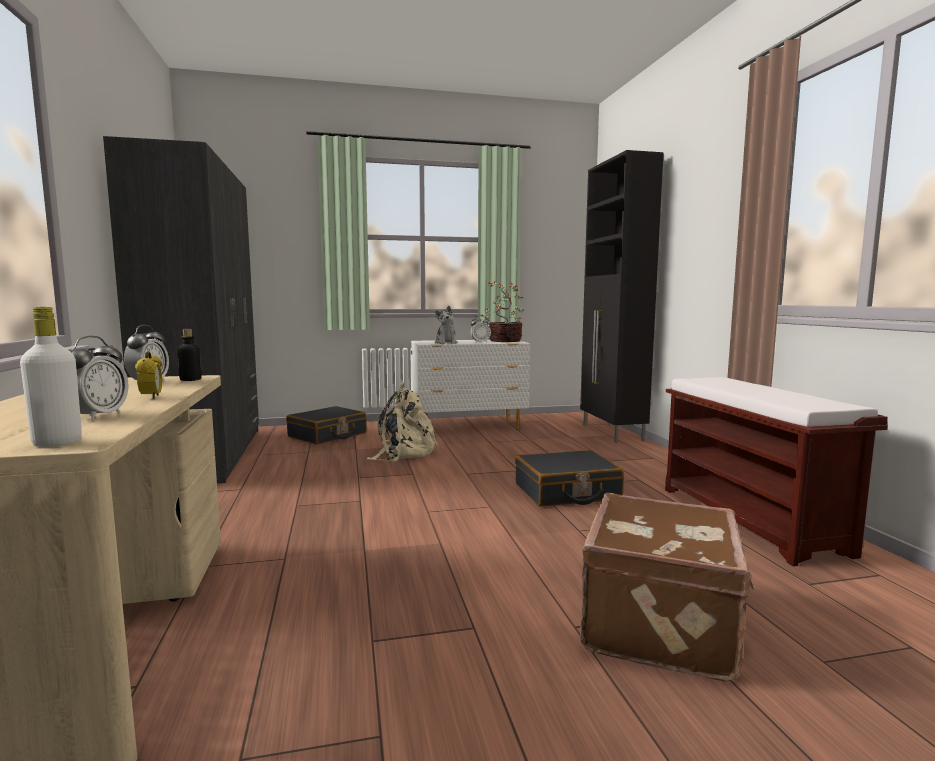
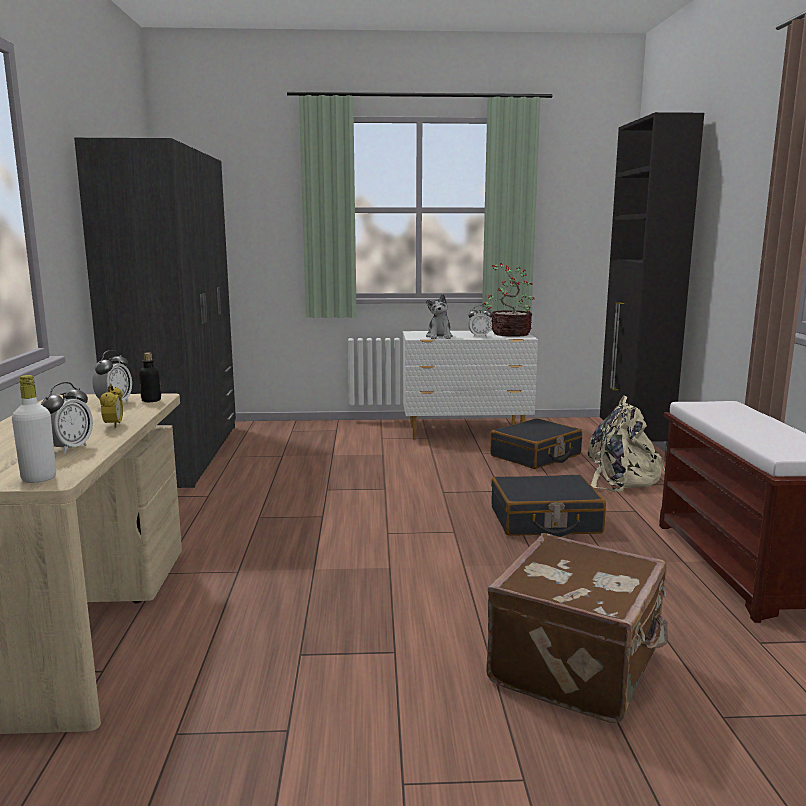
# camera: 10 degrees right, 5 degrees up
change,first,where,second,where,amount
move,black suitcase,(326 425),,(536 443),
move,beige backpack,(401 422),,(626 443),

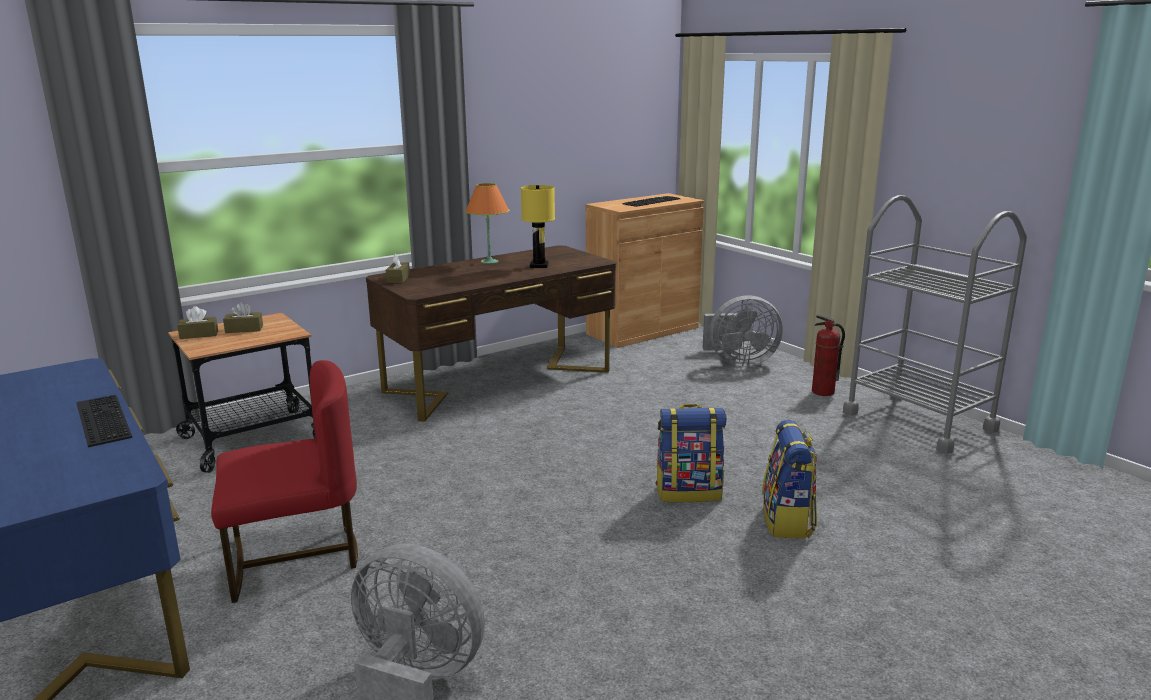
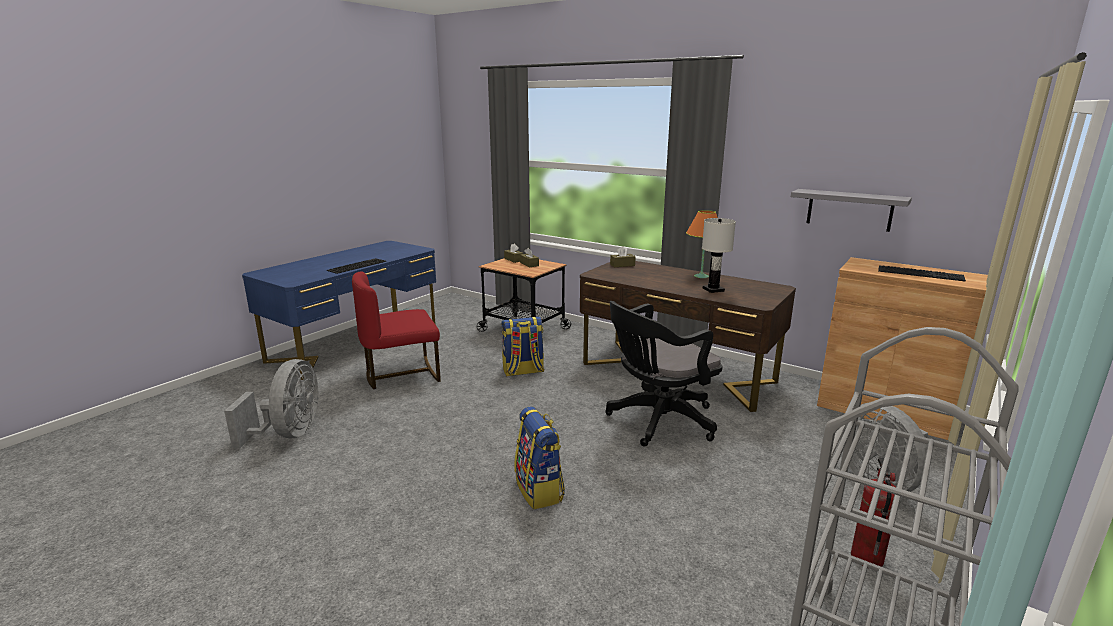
# camera: 70 degrees right, 0 degrees up
change,first,where,second,where,amount
rotate,red chair,(284 481),,(396 330),105 degrees clockwise
move,backpack,(789 479),,(522 347),
insert,,,black office chair,(664 374),
recolor,yellow table lamp,(538 226),white table lamp,(719 255),
insert,,,grey shelf,(851 210),

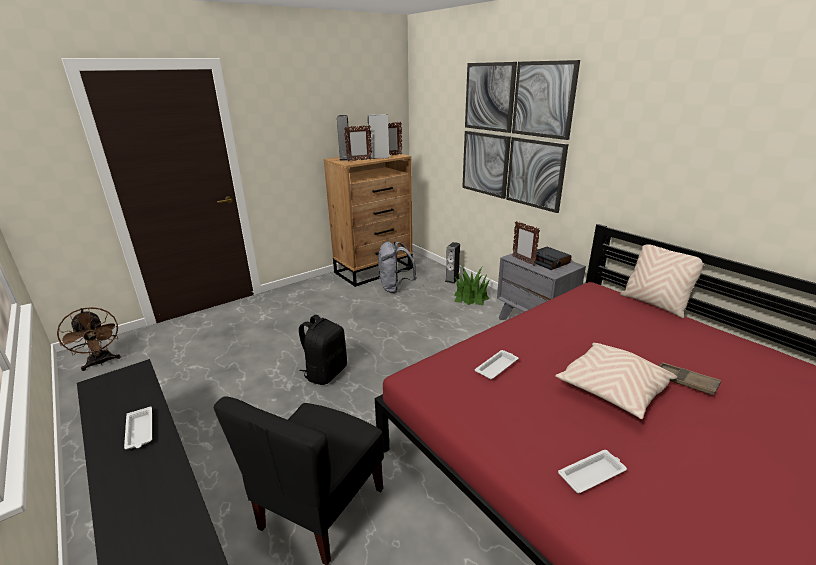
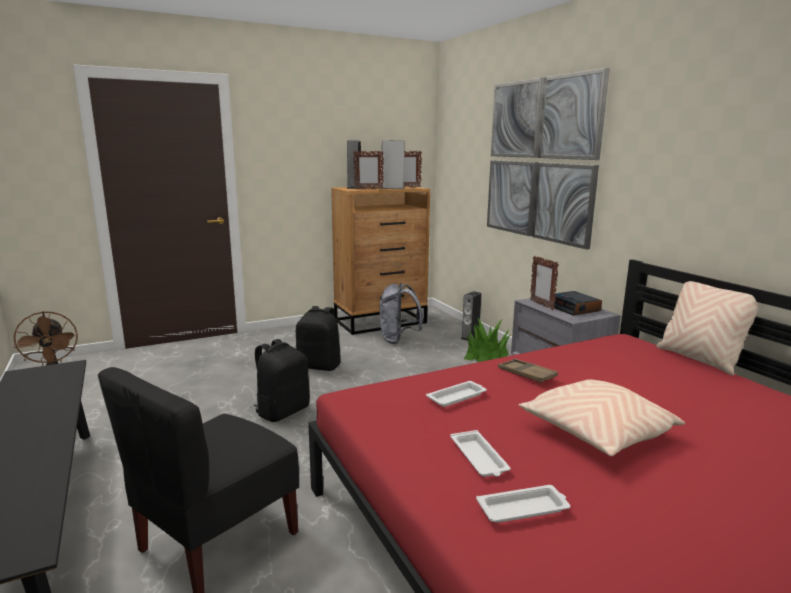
# camera: 10 degrees right, 10 degrees down
change,first,where,second,where,amount
insert,,,black backpack,(318 338),
move,white tray,(138 427),,(480 453),
move,brown tray,(690 378),,(528 371),

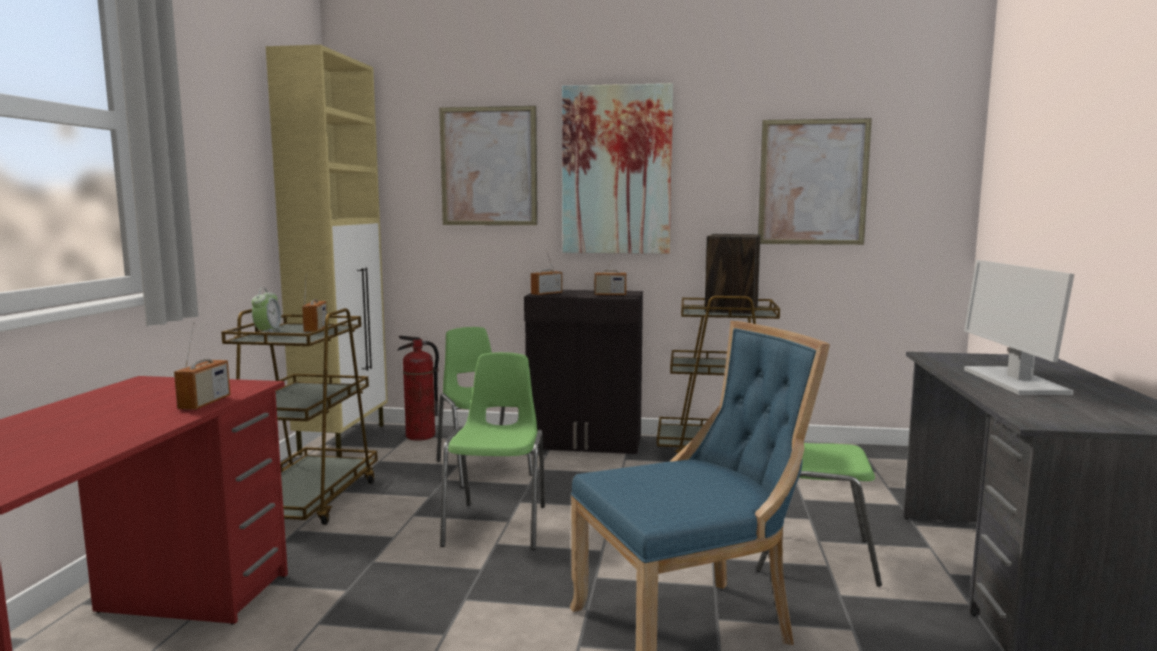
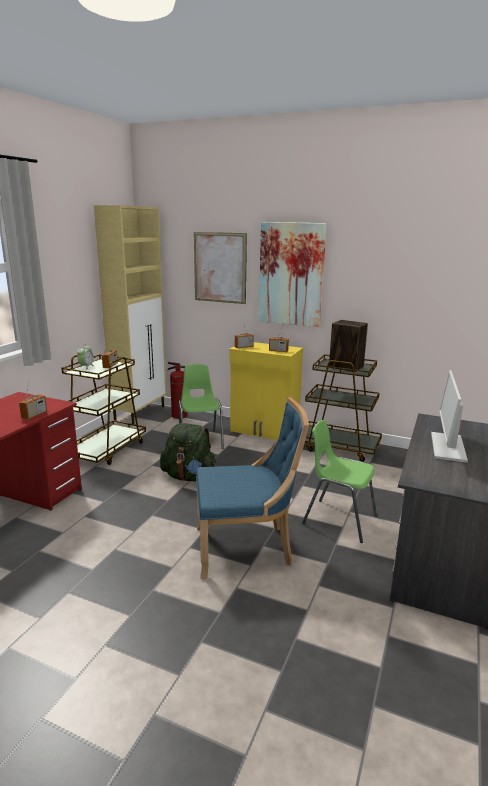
# camera: 15 degrees right, 10 degrees up
change,first,where,second,where,amount
replace,green chair,(492 451),green backpack,(188 452),
recolor,black cabinet,(583 372),yellow cabinet,(266 391),
delete,picture,(815 181),,,

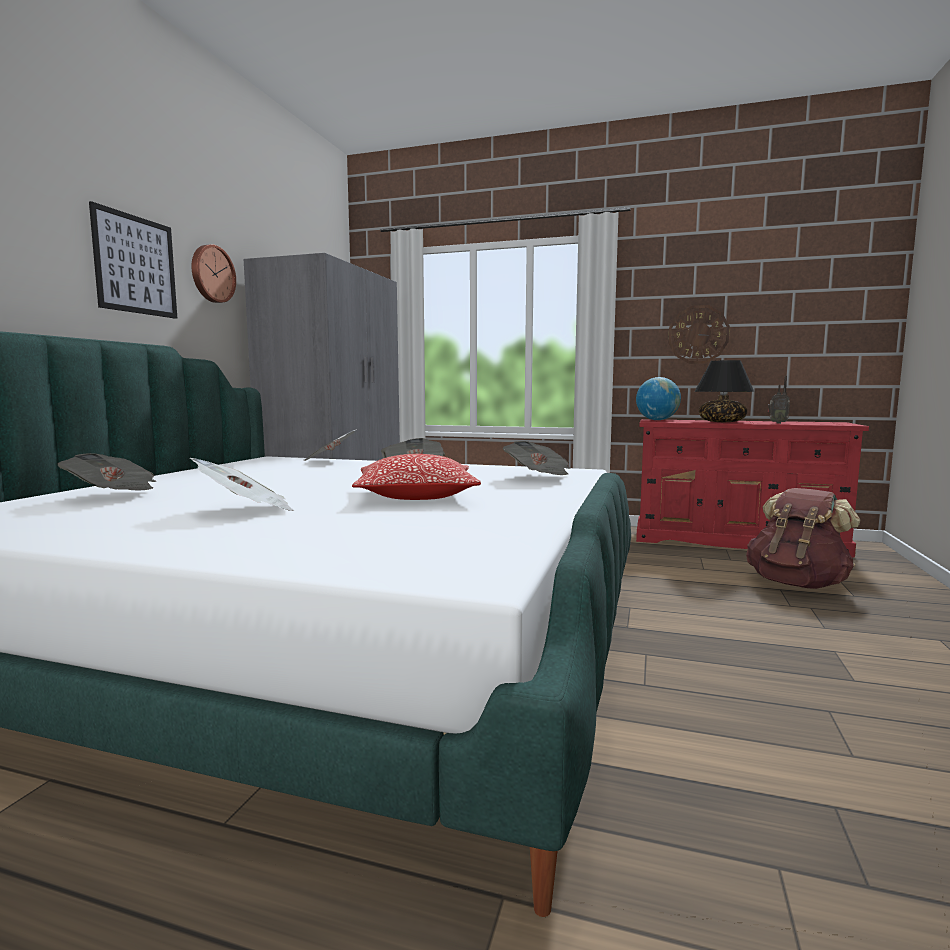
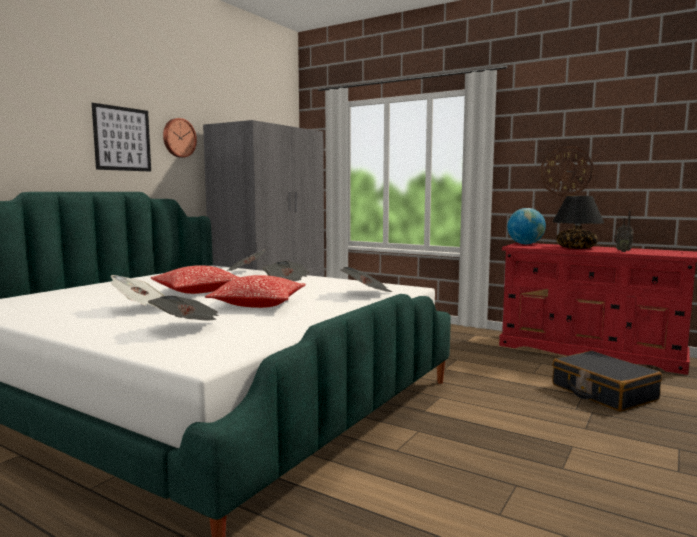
# camera: 15 degrees right, 0 degrees up
change,first,where,second,where,amount
move,newspaper,(107 471),,(183 308),
insert,,,pillow,(195 279),
replace,brown backpack,(803 538),black suitcase,(607 381),

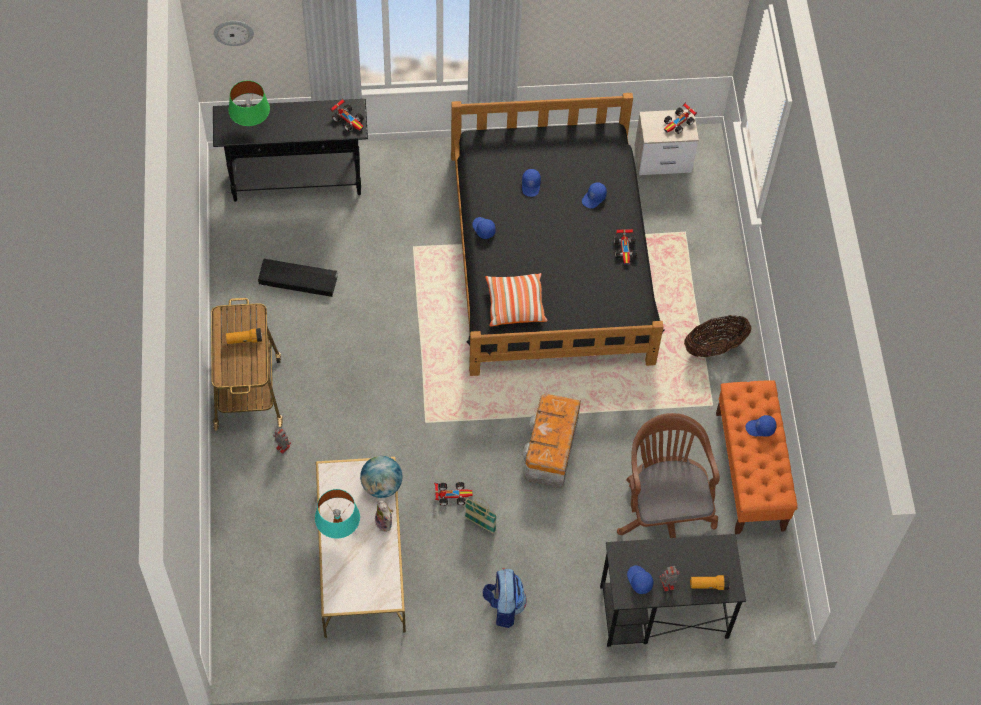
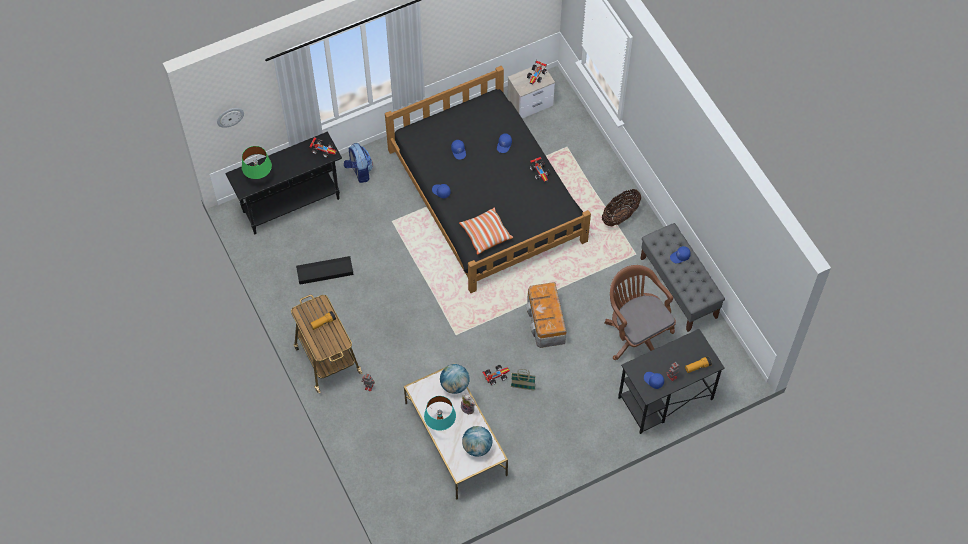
# camera: 20 degrees left, 0 degrees up
change,first,where,second,where,amount
move,backpack,(505 598),,(358 163),
insert,,,globe,(477 441),
recolor,orange bench,(757 457),grey bench,(682 277),

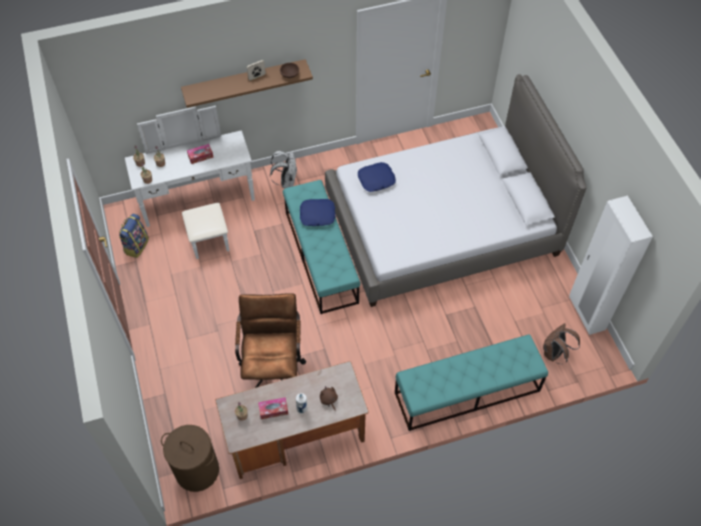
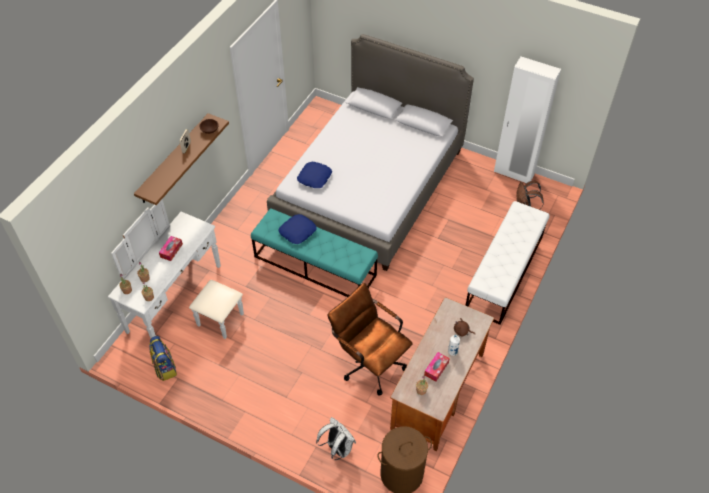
# camera: 45 degrees left, 5 degrees down
change,first,where,second,where,amount
move,white backpack,(283 169),,(336 438),
recolor,turquoise bench,(471 383),white bench,(508 263),

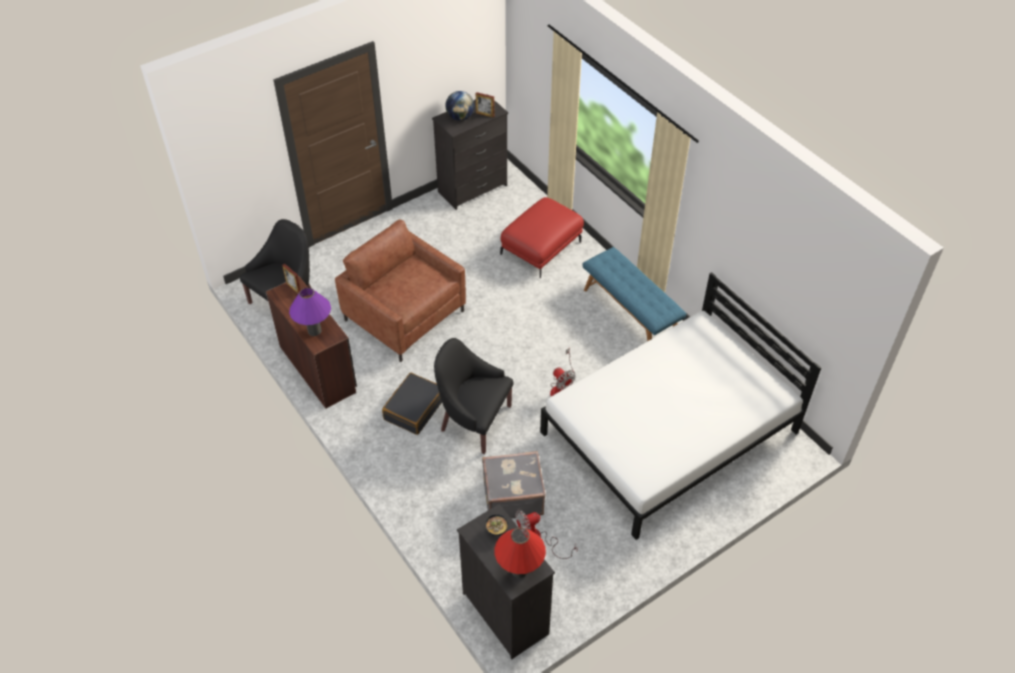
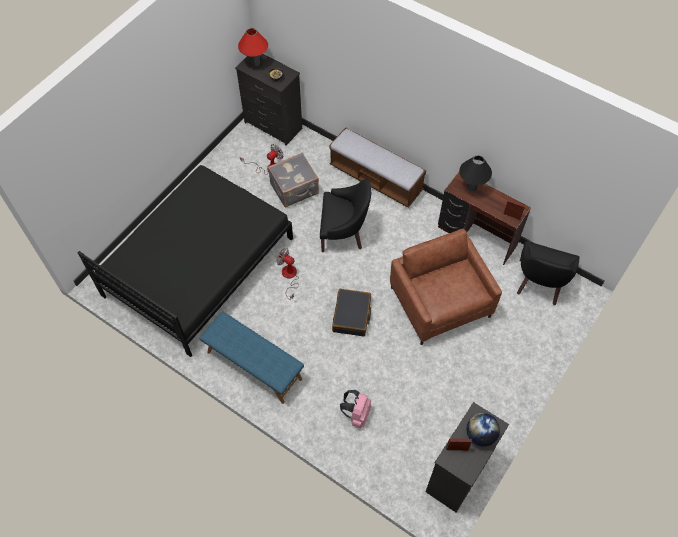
# camera: 160 degrees right, 10 degrees up
change,first,where,second,where,amount
recolor,white bed,(681 406),black bed,(185 261),
insert,,,bench,(378 167),
move,black suitcase,(412 404),,(351 313),
replace,red ottoman,(542 237),pink backpack,(355 409),
rotate,brown armchair,(400 291),,(446 287),135 degrees counterclockwise
recolor,purple table lamp,(310 312),black table lamp,(475 173),

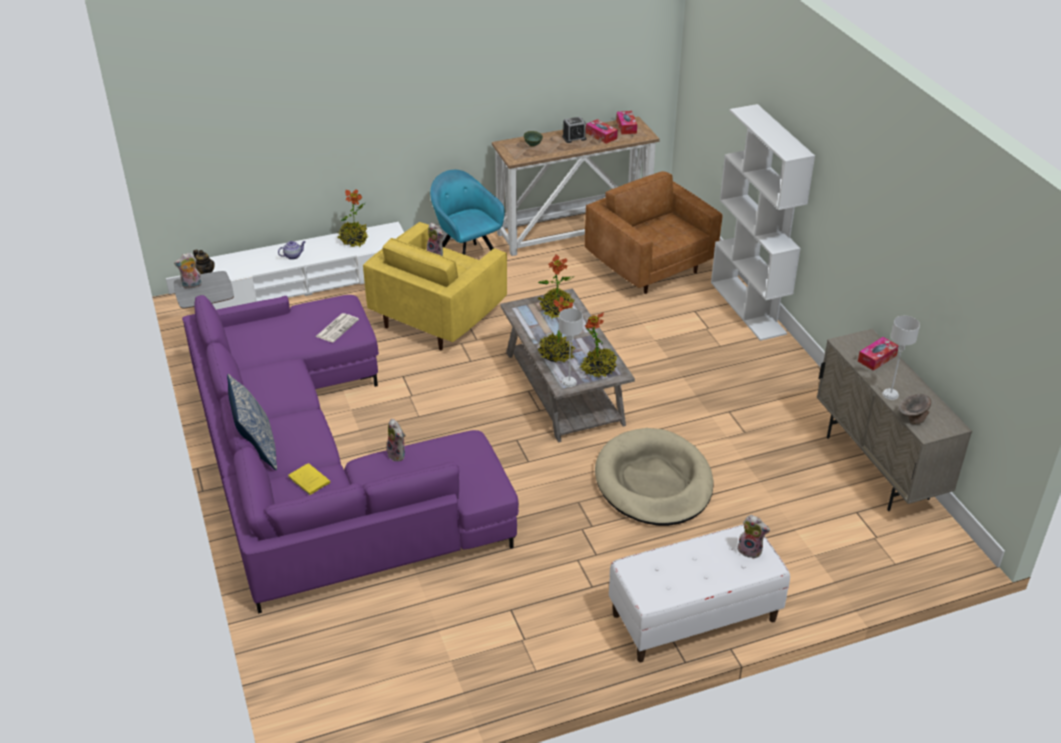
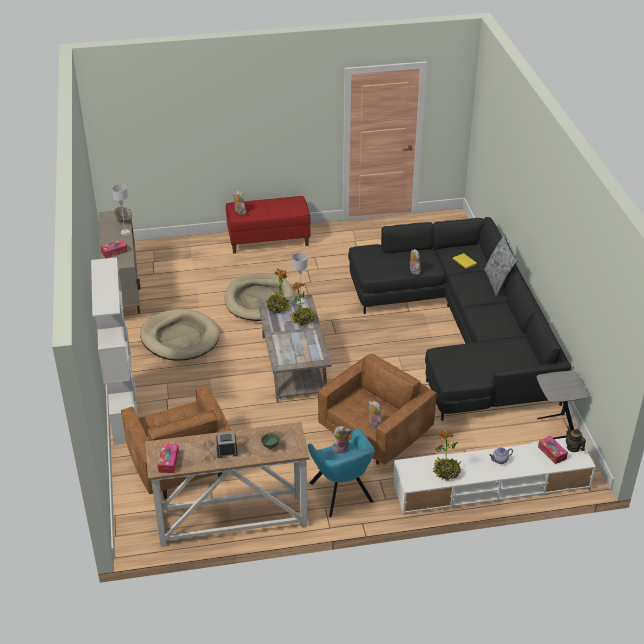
# camera: 170 degrees left, 0 degrees up
change,first,where,second,where,amount
insert,,,beige dog bed,(180 335),
recolor,white bench,(699 593),red bench,(268 225),
recolor,yellow armchair,(435 286),brown armchair,(377 409),
move,plush toy,(188 271),,(342 440),
recolor,purple sofa,(350 454),black sofa,(460 319),
move,tissue box,(602 131),,(553 450),
delete,newspaper,(337 327),,,
delete,potted plant,(556 286),,,

